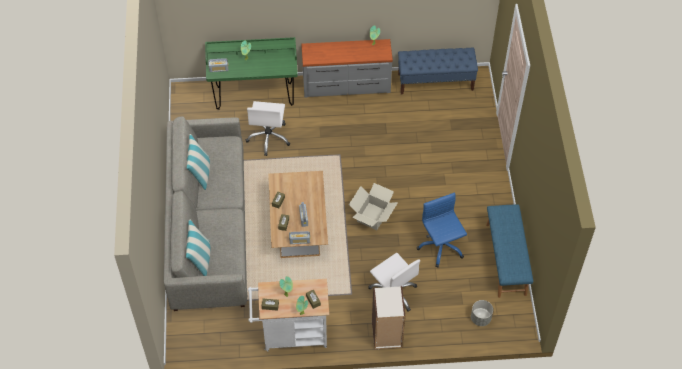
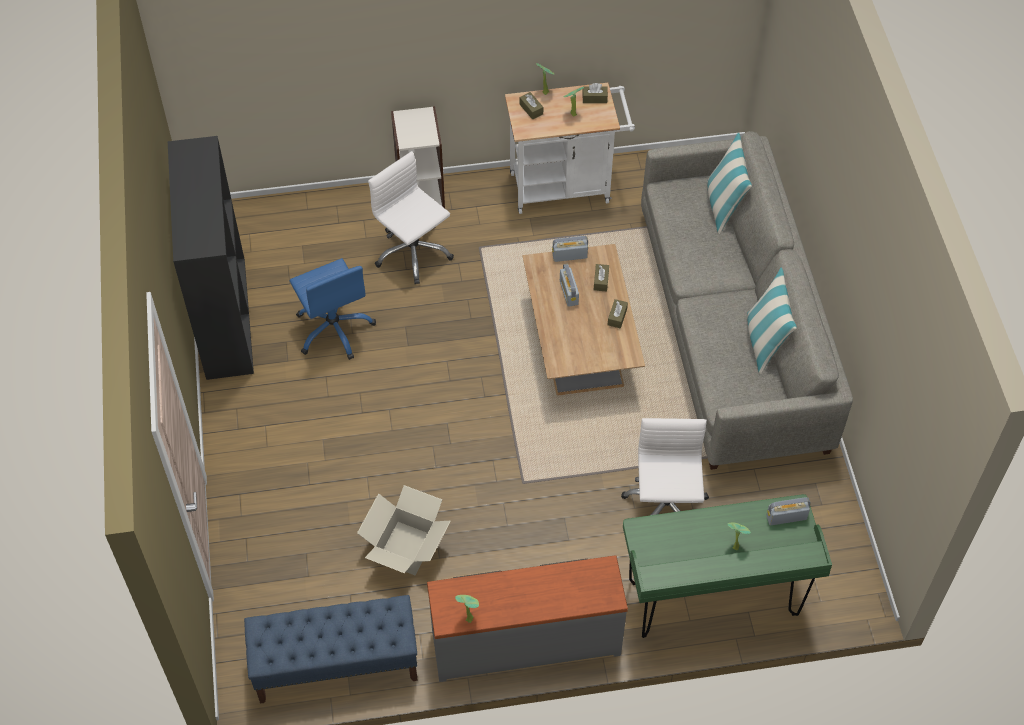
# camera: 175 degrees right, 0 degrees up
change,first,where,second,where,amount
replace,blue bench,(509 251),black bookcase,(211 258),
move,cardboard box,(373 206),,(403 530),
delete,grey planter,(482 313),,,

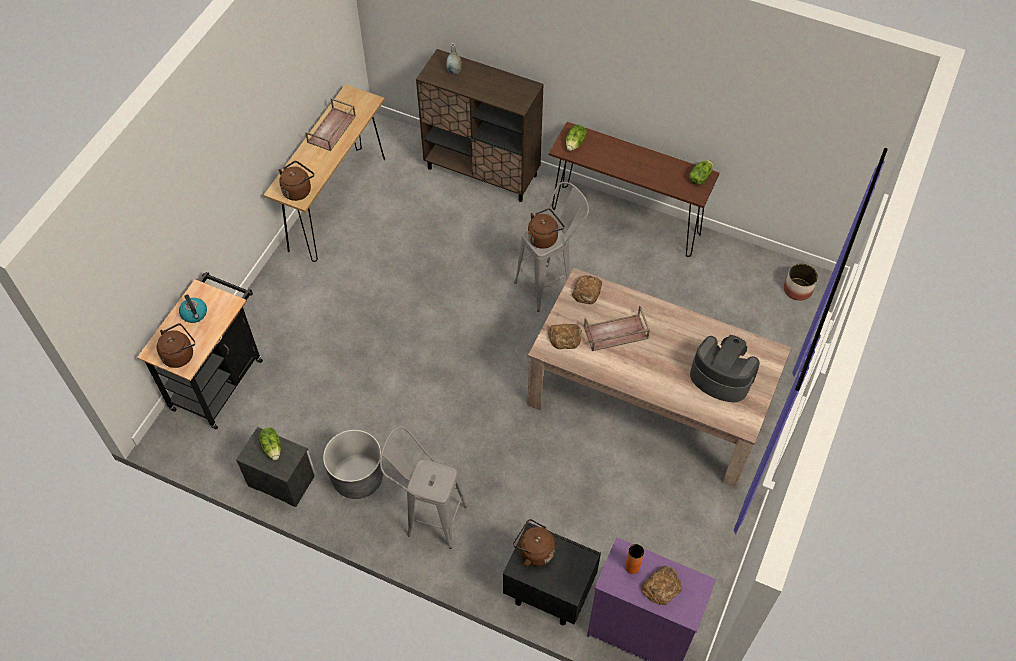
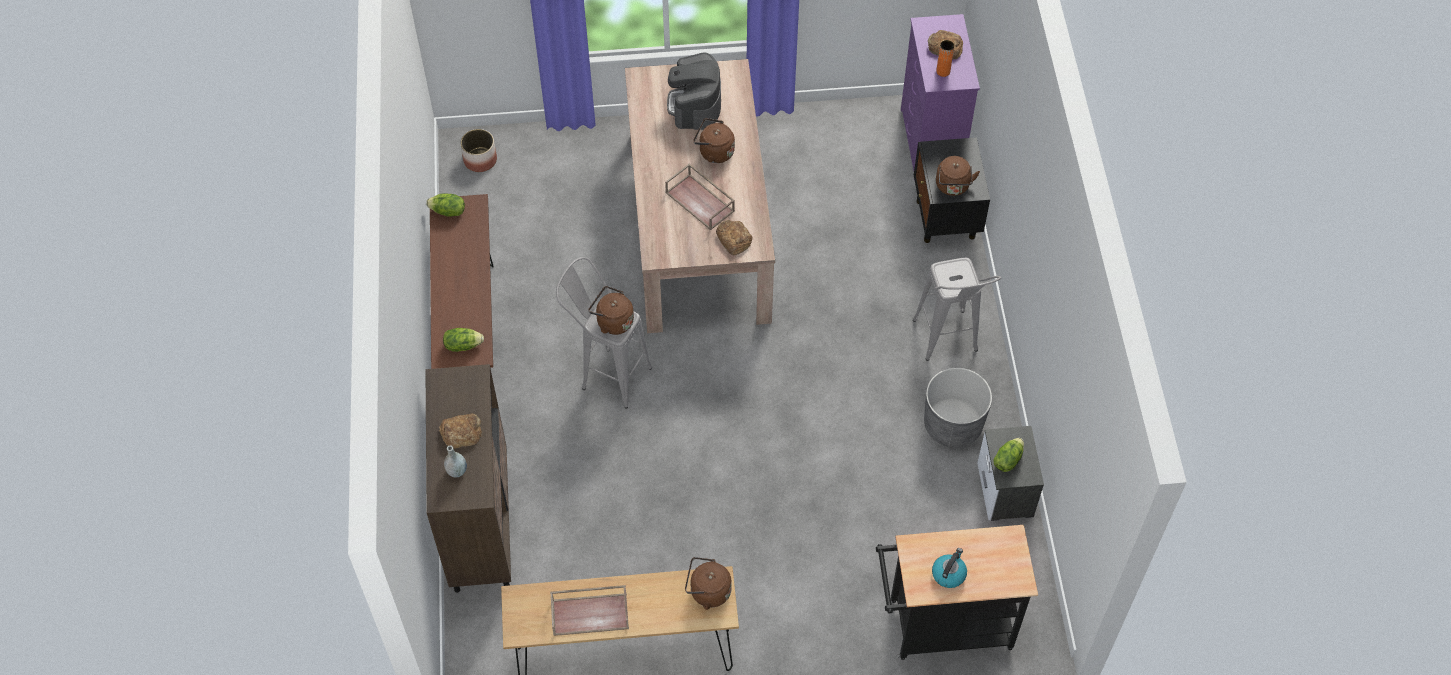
# camera: 120 degrees left, 0 degrees up
change,first,where,second,where,amount
move,bread,(587 289),,(460 431),
move,brown kettle,(176 345),,(714 140),

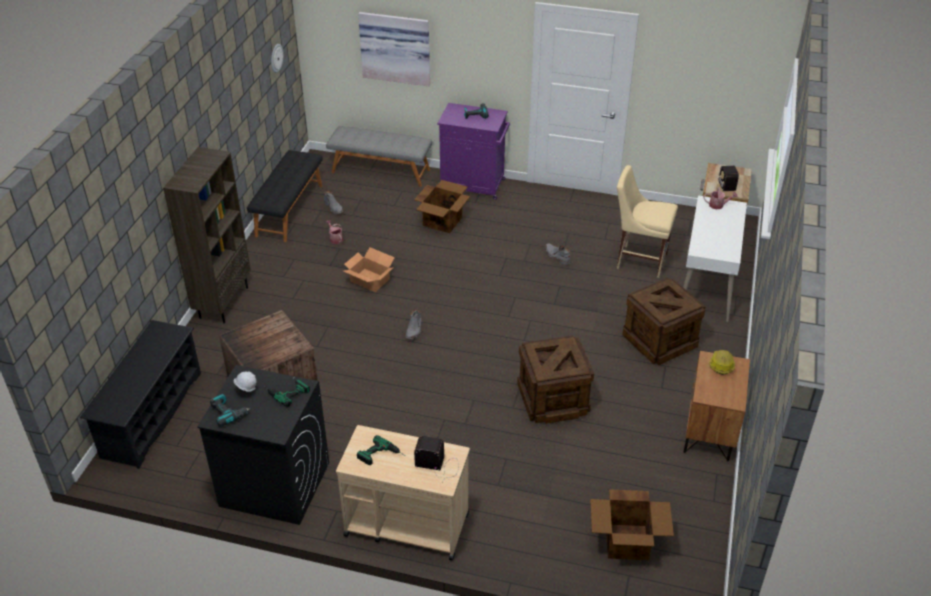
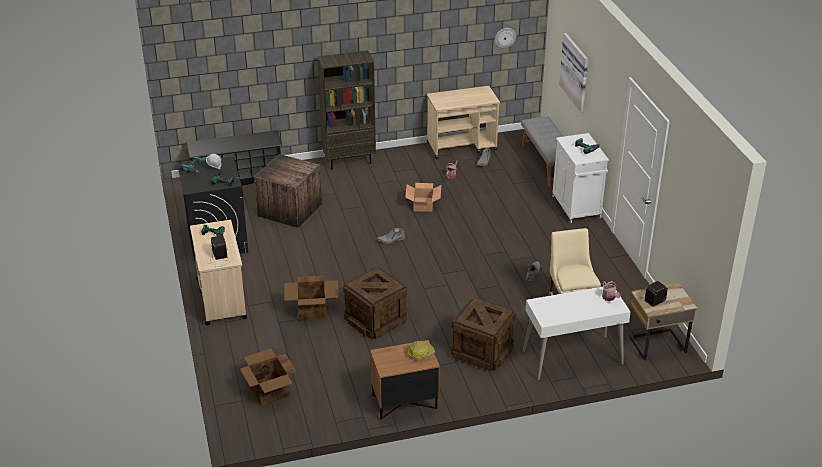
# camera: 60 degrees right, 5 degrees down
change,first,where,second,where,amount
move,cardboard box,(442 206),,(311 298),
replace,black bench,(285 196),beige cart,(463 122),
recolor,purple cabinet,(473 151),white cabinet,(580 178),

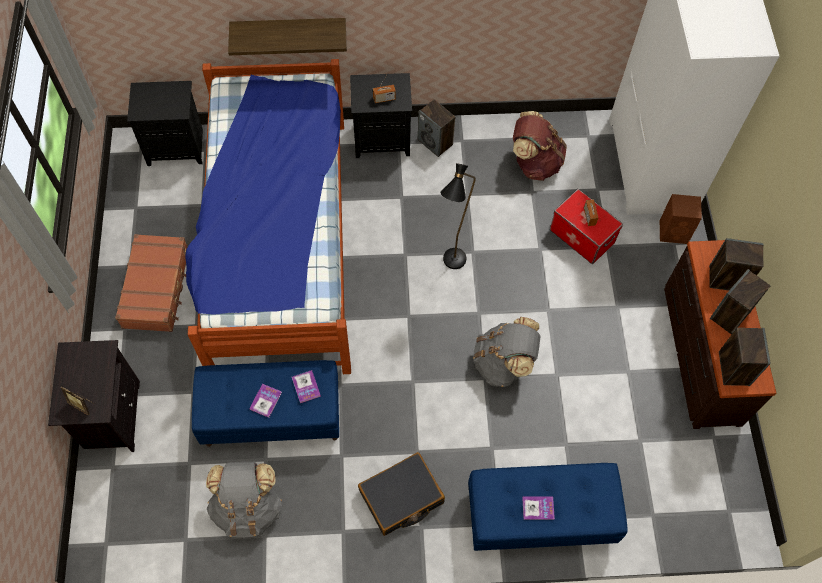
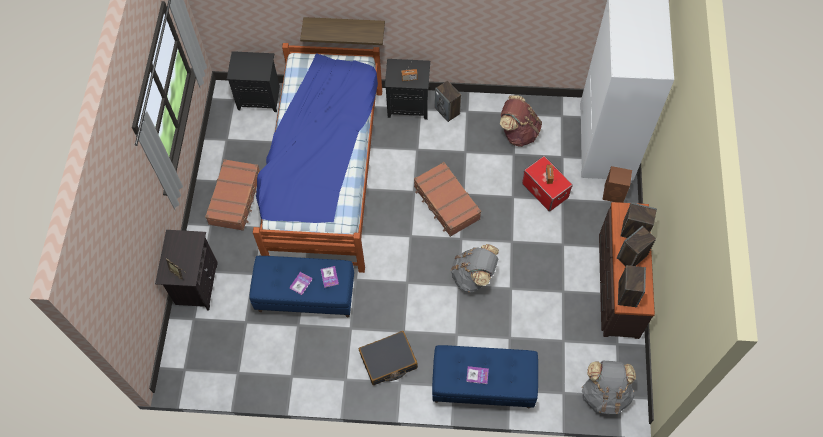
# camera: 10 degrees right, 0 degrees up
change,first,where,second,where,amount
replace,black floor lamp,(458 216),brown suitcase,(447 199),
move,grey backpack,(244 500),,(609 387),

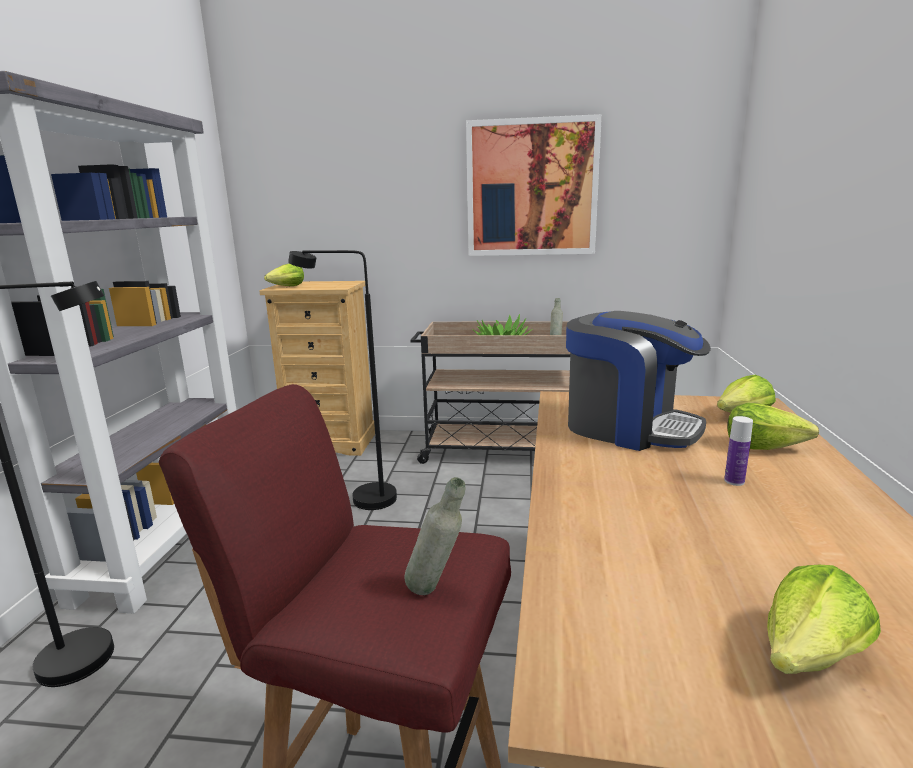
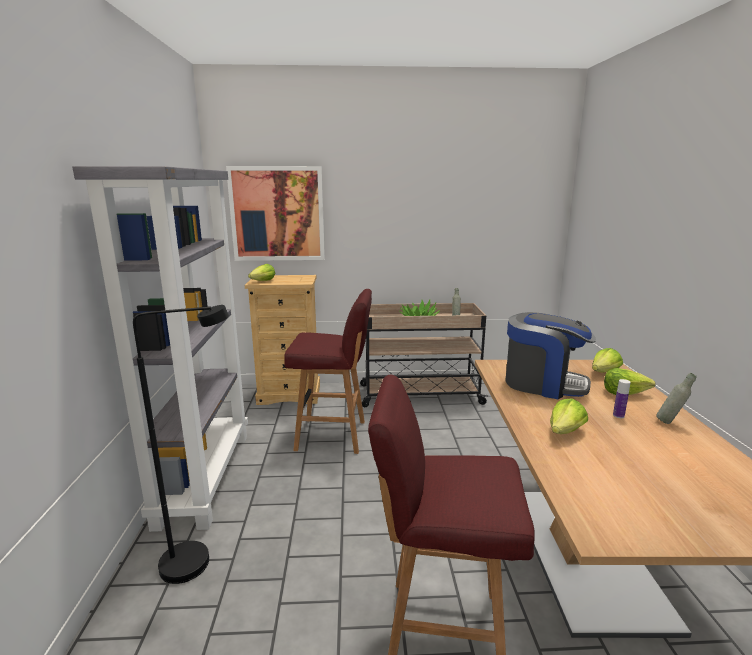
# camera: 10 degrees left, 0 degrees up
change,first,where,second,where,amount
move,picture,(534 185),,(275 213),
replace,black floor lamp,(342 380),red stool,(328 371),
move,lettuce,(824 619),,(569 416),
move,grey bottle,(434 536),,(676 398),

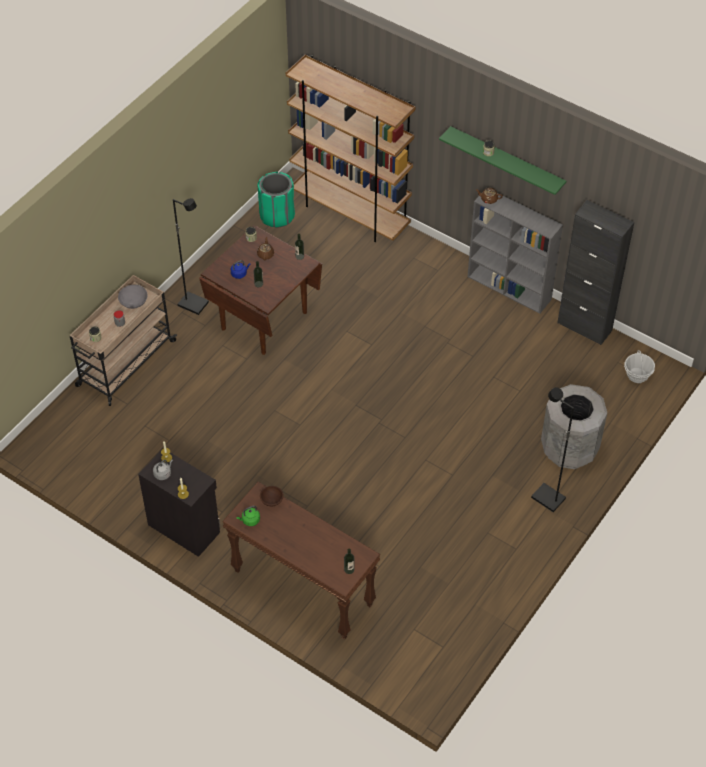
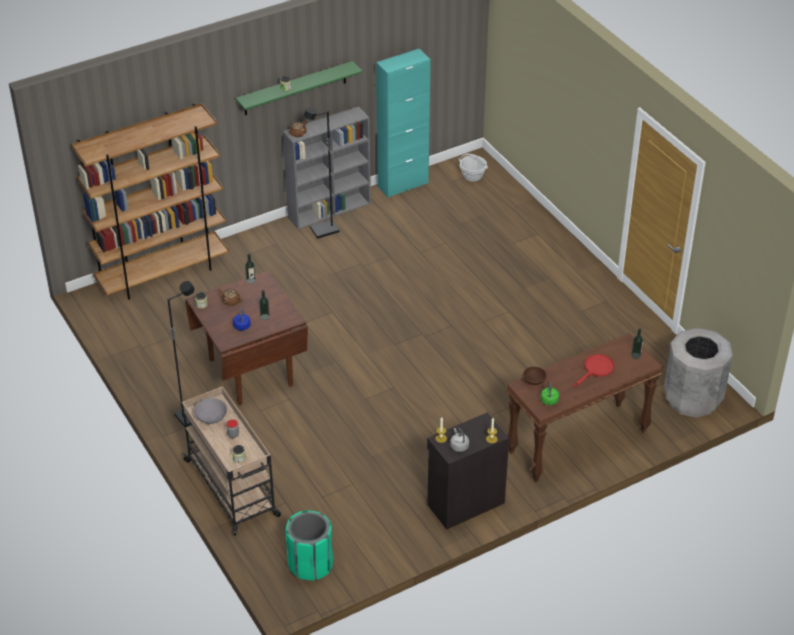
# camera: 65 degrees left, 10 degrees down
change,first,where,second,where,amount
move,green trash can,(276 199),,(309 545),
move,black floor lamp,(552 449),,(322 173),
recolor,black cabinet,(595 272),turquoise cabinet,(403 123),
insert,,,red frying pan,(594 370),
move,grey trash can,(574 426),,(698 373),

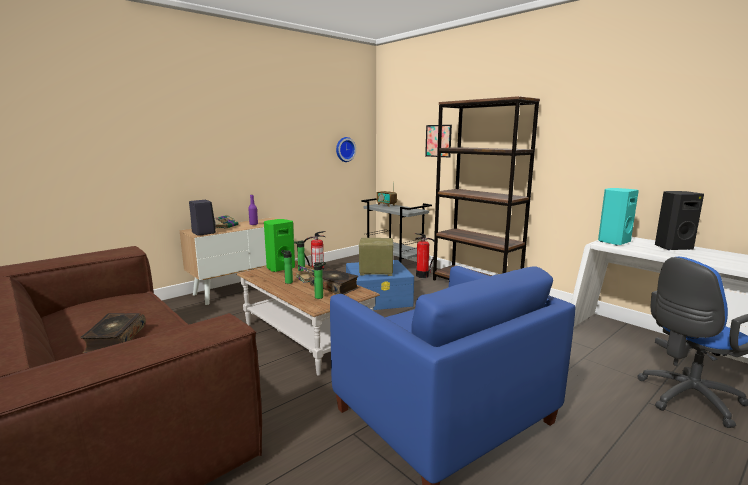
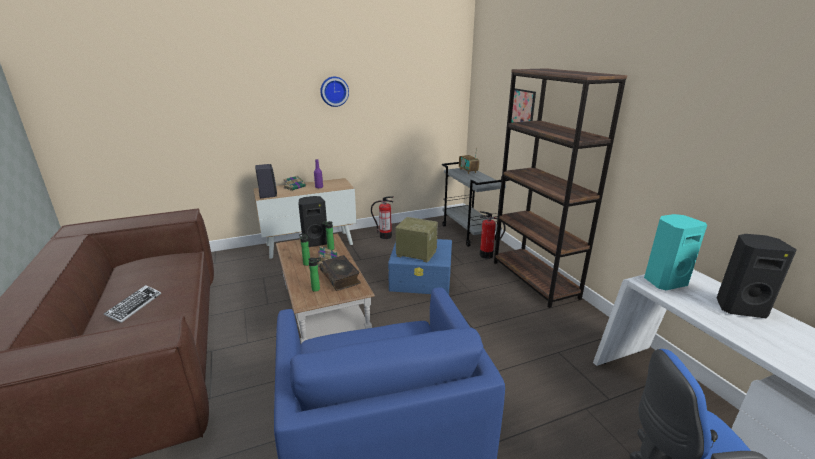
# camera: 20 degrees right, 10 degrees up
change,first,where,second,where,amount
replace,book,(113 333),keyboard,(132 304),
recolor,green speaker,(279 245),black speaker,(312 221),
move,wall clock,(346 149),,(334 92),

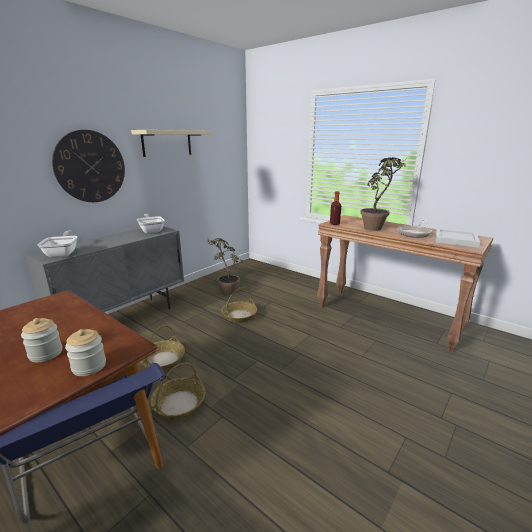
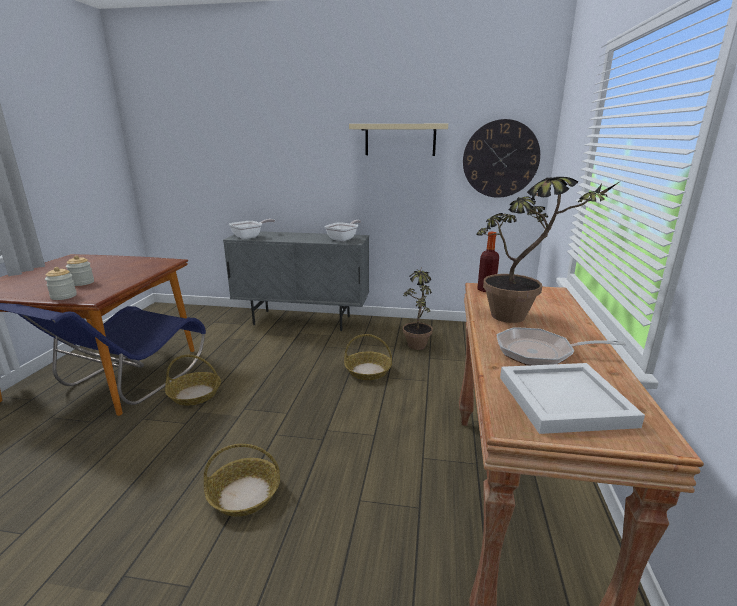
# camera: 60 degrees right, 0 degrees up
change,first,where,second,where,amount
move,basket,(162 348),,(242 480),
move,wall clock,(88 166),,(501 158),

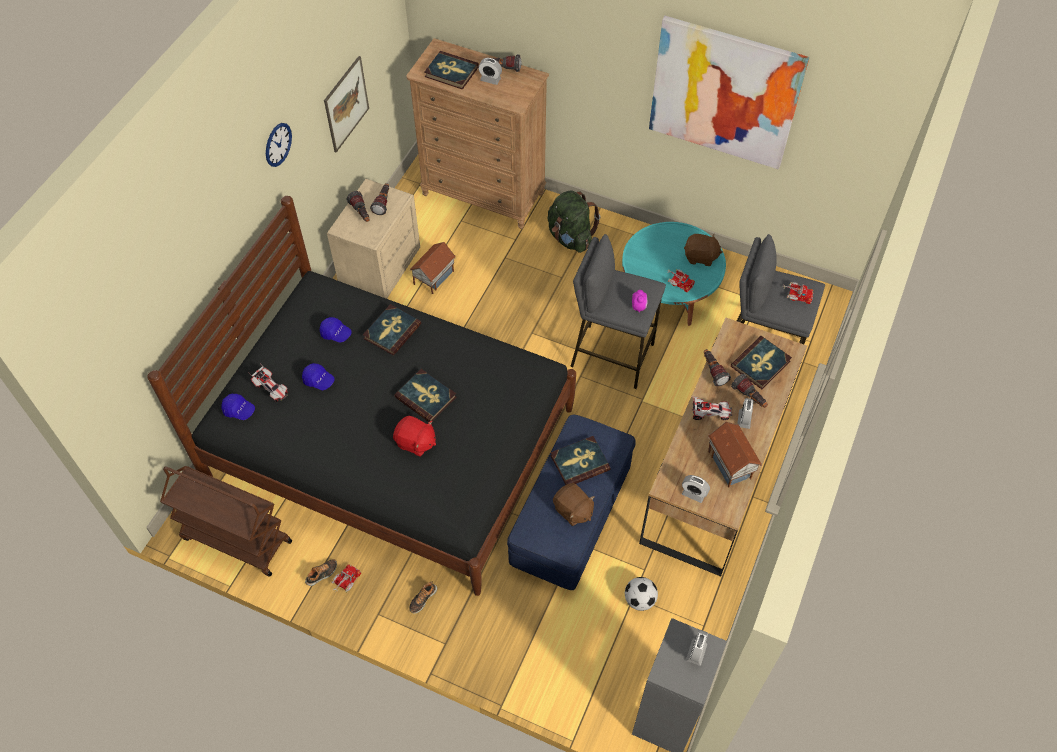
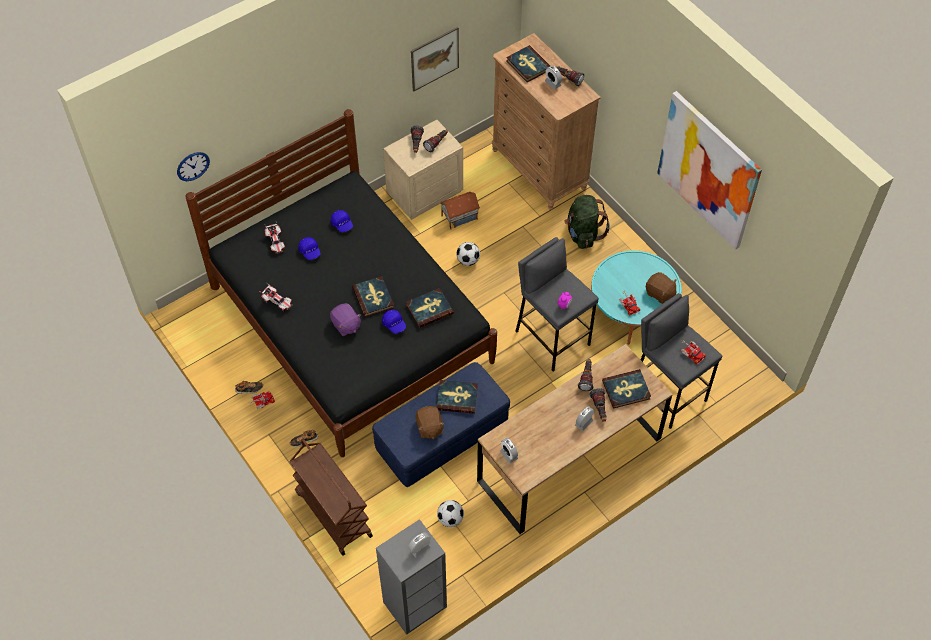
# camera: 30 degrees right, 0 degrees up
change,first,where,second,where,amount
move,wall clock,(279 145),,(193 166),
move,toy car,(711 408),,(276 297),
move,brown cart,(226 521),,(331 497),
recolor,red plush toy,(414 436),purple plush toy,(345 319),
move,blue cap,(238 407),,(394 321),
move,book,(392 329),,(430 308),
insert,,,football,(468 254),
delete,toy house,(735 455),,,

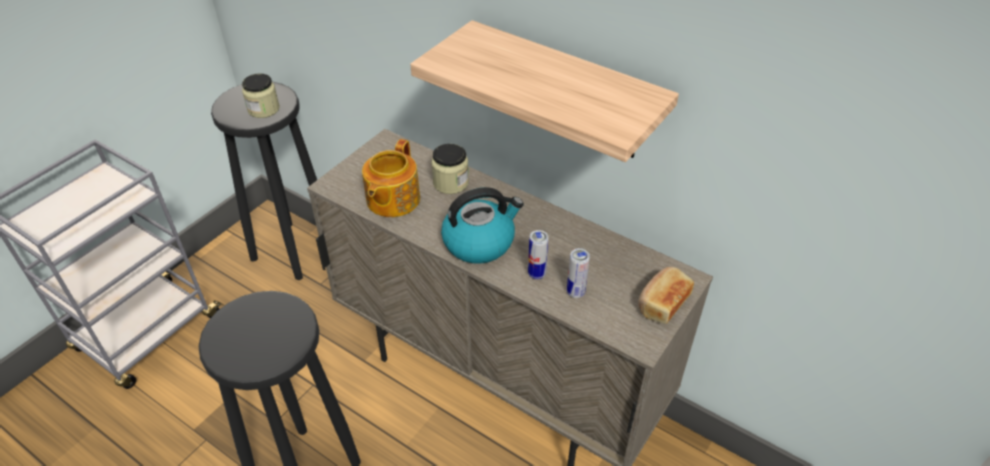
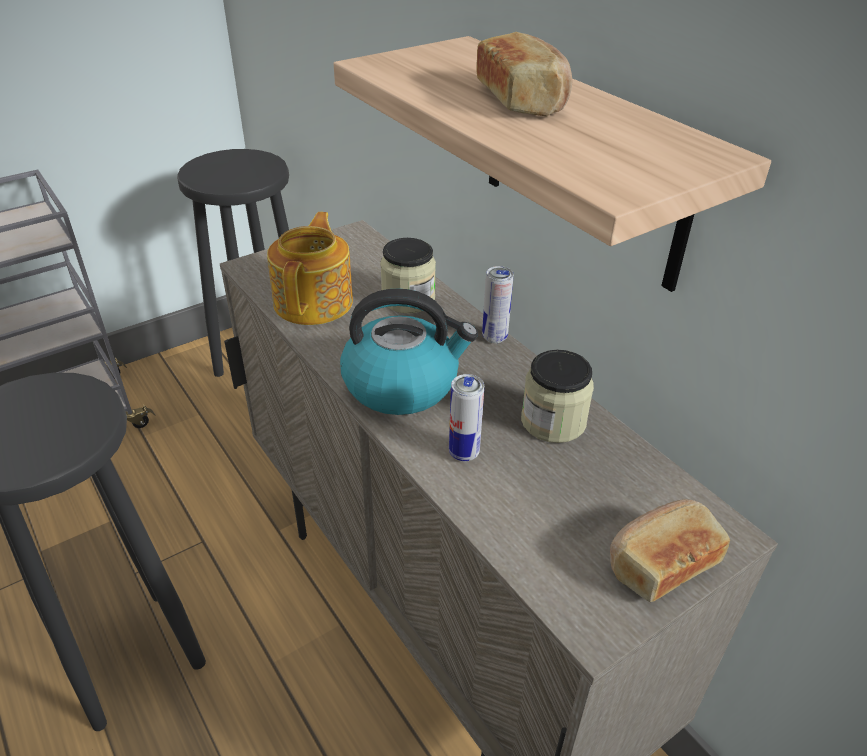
# camera: 20 degrees right, 5 degrees down
change,first,where,second,where,amount
rotate,teapot,(391 178),,(310 268),150 degrees clockwise
insert,,,bread,(524 74),
move,can,(578 273),,(498 304),
move,jar,(261 95),,(557 396),

